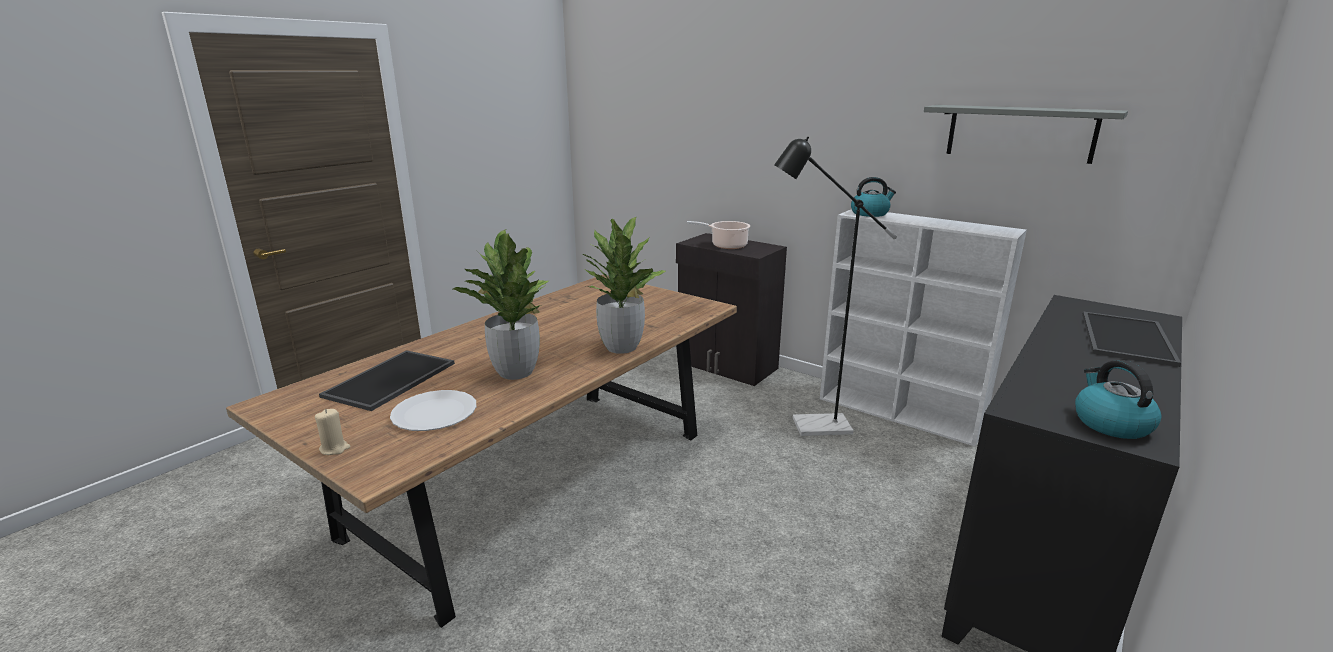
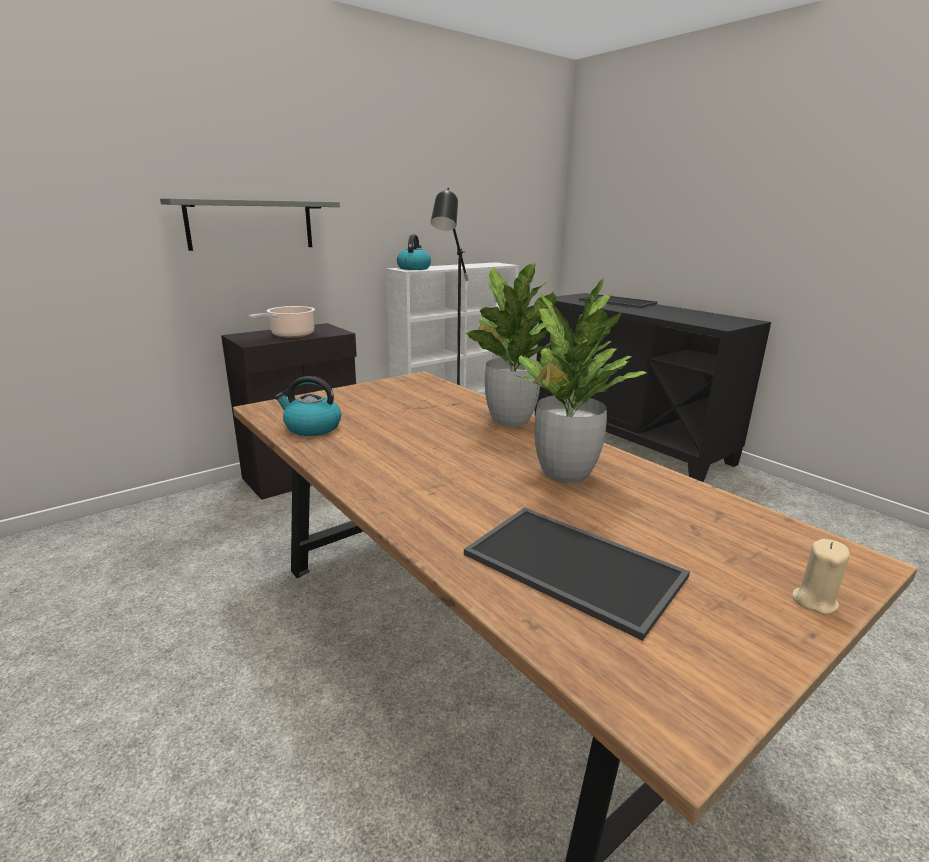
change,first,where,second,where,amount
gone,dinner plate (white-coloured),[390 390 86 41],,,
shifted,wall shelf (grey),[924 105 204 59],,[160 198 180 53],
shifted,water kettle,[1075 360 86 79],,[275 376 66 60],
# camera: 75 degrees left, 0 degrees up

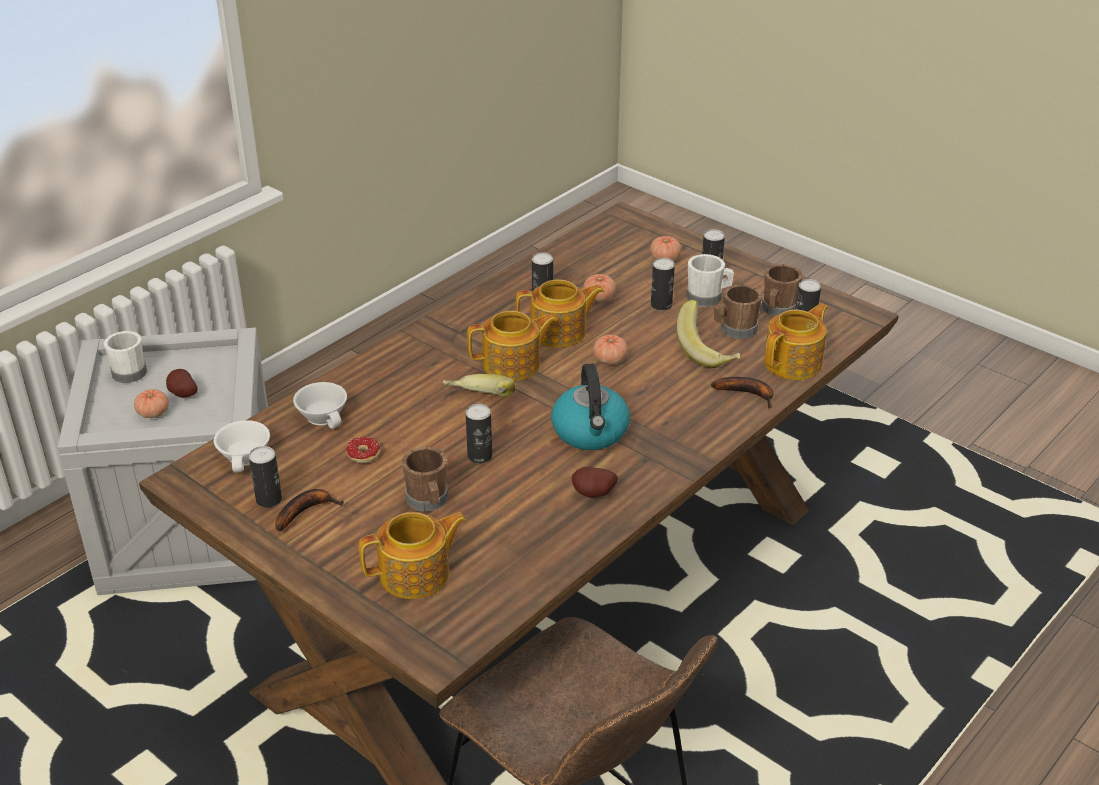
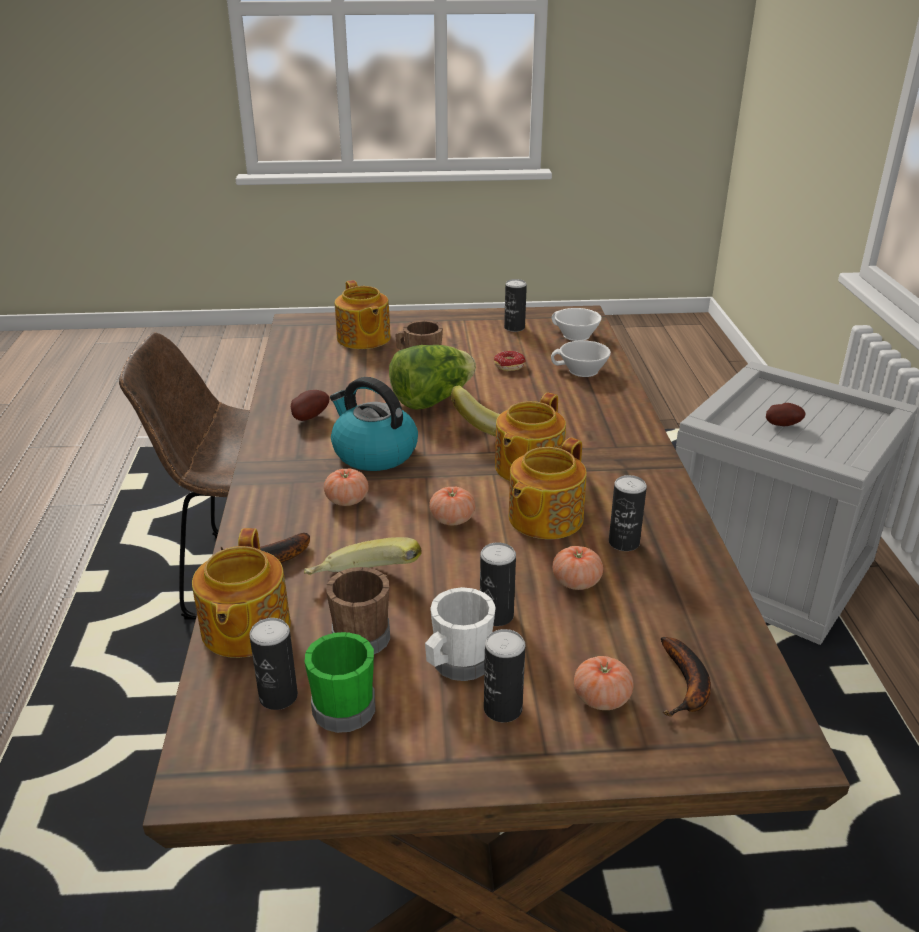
change,first,where,second,where,amount
gone,mug (white-coloured),[104 331 43 52],,,
shifted,tomato,[134 389 35 29],,[324 468 45 38],
shifted,banana fruit,[275 489 69 43],,[661 637 50 80],
rotated,teapot,[359 512 108 87],,[335 280 56 69],45 degrees counterclockwise
swapped,sealed can,[466 404 26 60],head of lettuce,[389 345 87 65],
repainted,mug (brown-coloured),[762 264 41 53],mug (greenish),[305 632 70 101],
# camera: 135 degrees right, 5 degrees down

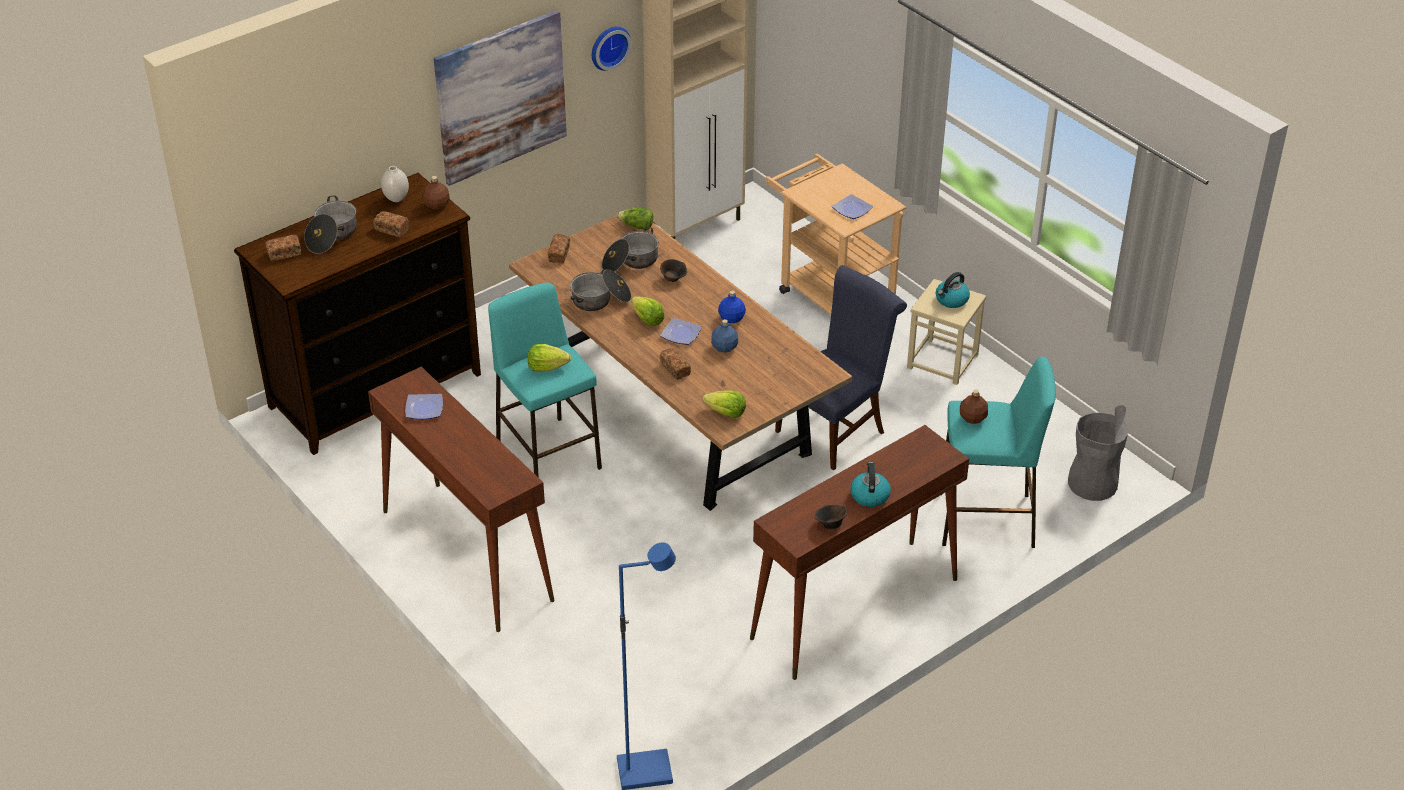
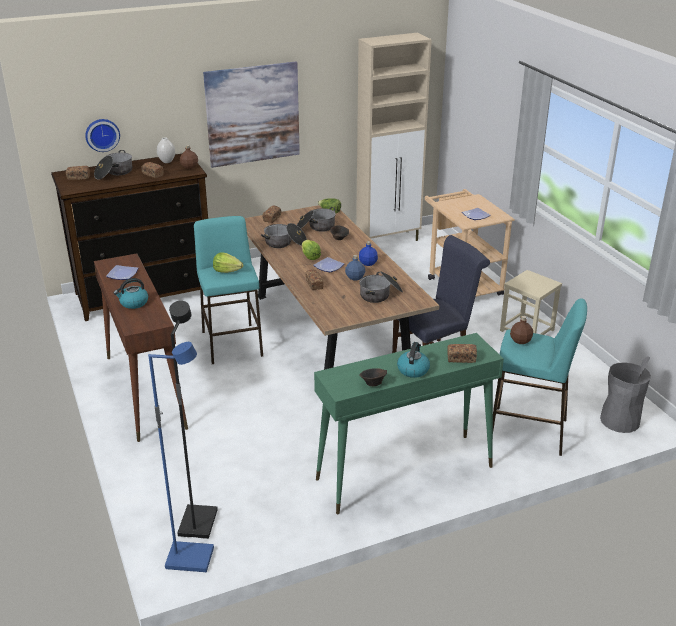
change,first,where,second,where,amount
shifted,wall clock,[592 26 39 45],,[85 119 35 33],
gone,head of lettuce,[702 391 44 27],,,
repainted,narrow table (brown-coloured),[750 425 219 255],narrow table (greenish),[314 333 190 181],
shifted,water kettle,[936 272 34 36],,[114 278 34 31],
new,,,standing lamp (black),[169 301 49 238],
new,,,saucepot,[359 271 44 32],
new,,,bread,[447 344 30 19],
# camera: 15 degrees right, 10 degrees down

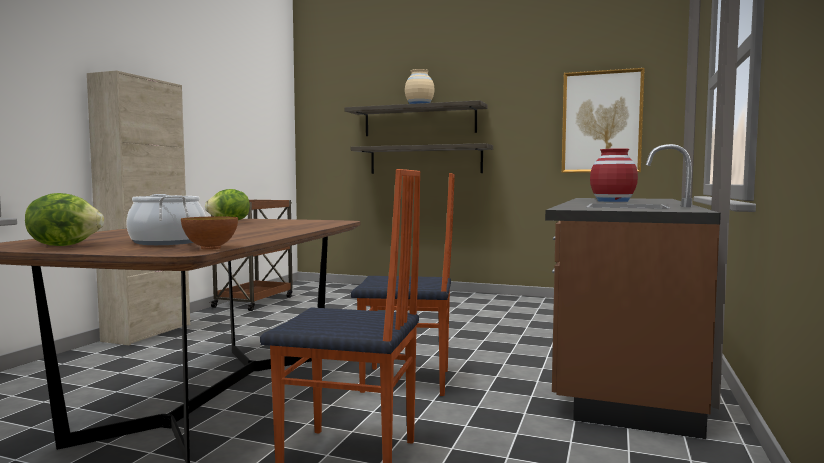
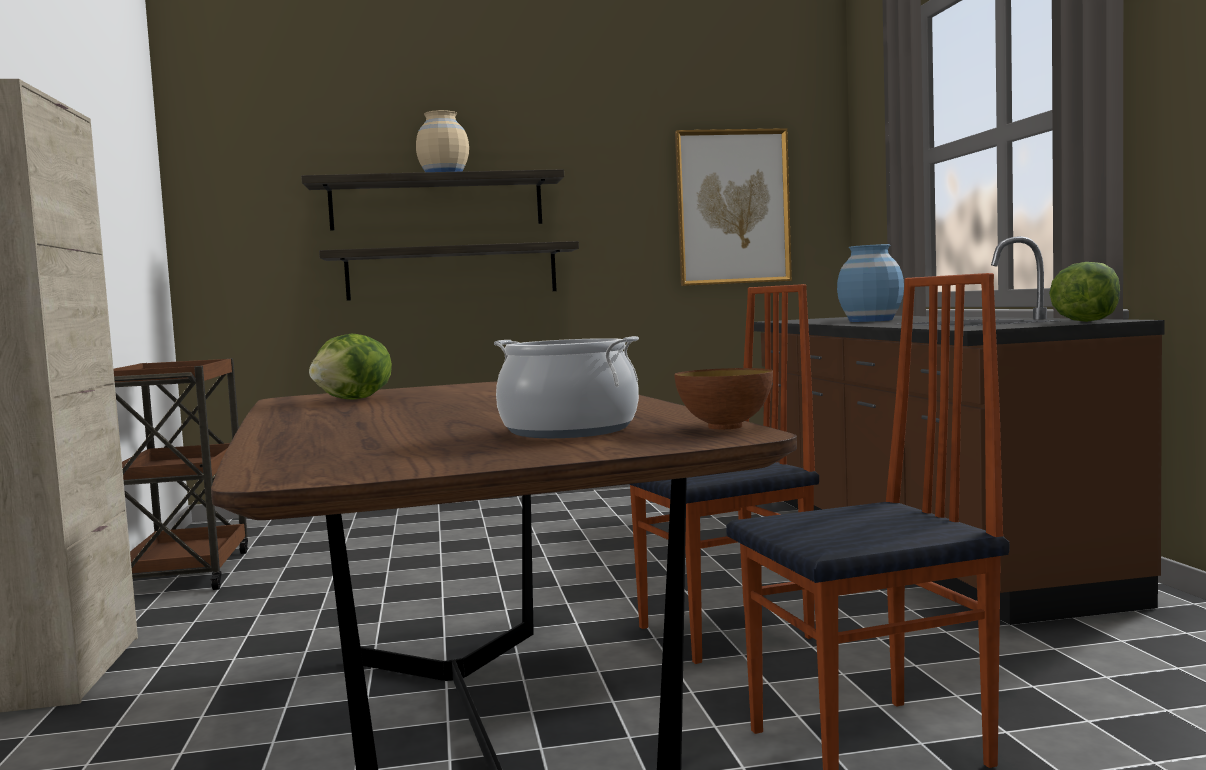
change,first,where,second,where,amount
shifted,head of lettuce,[25 193 79 53],,[1049 262 71 60],
repainted,vase (red),[590 148 48 54],vase (blue),[837 244 67 78],
# camera: 30 degrees left, 0 degrees up

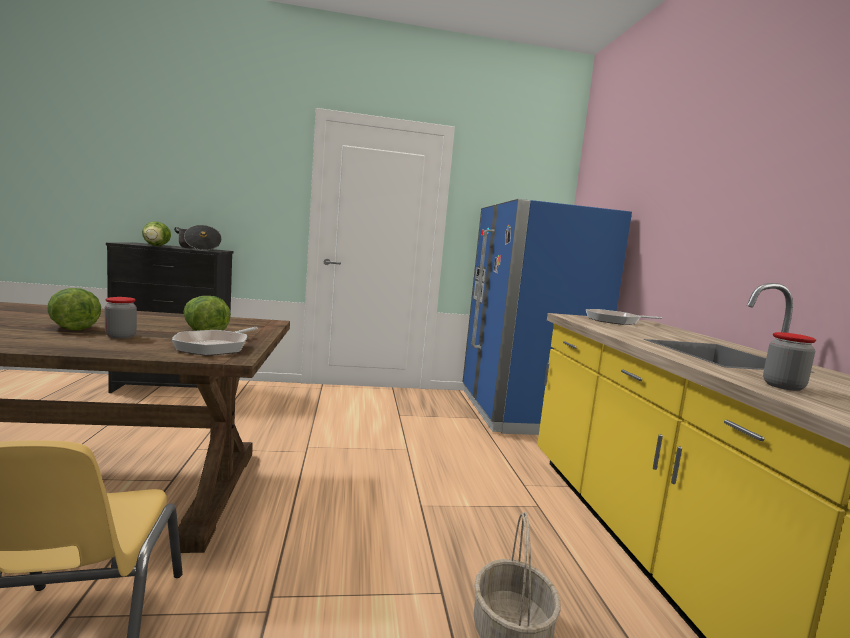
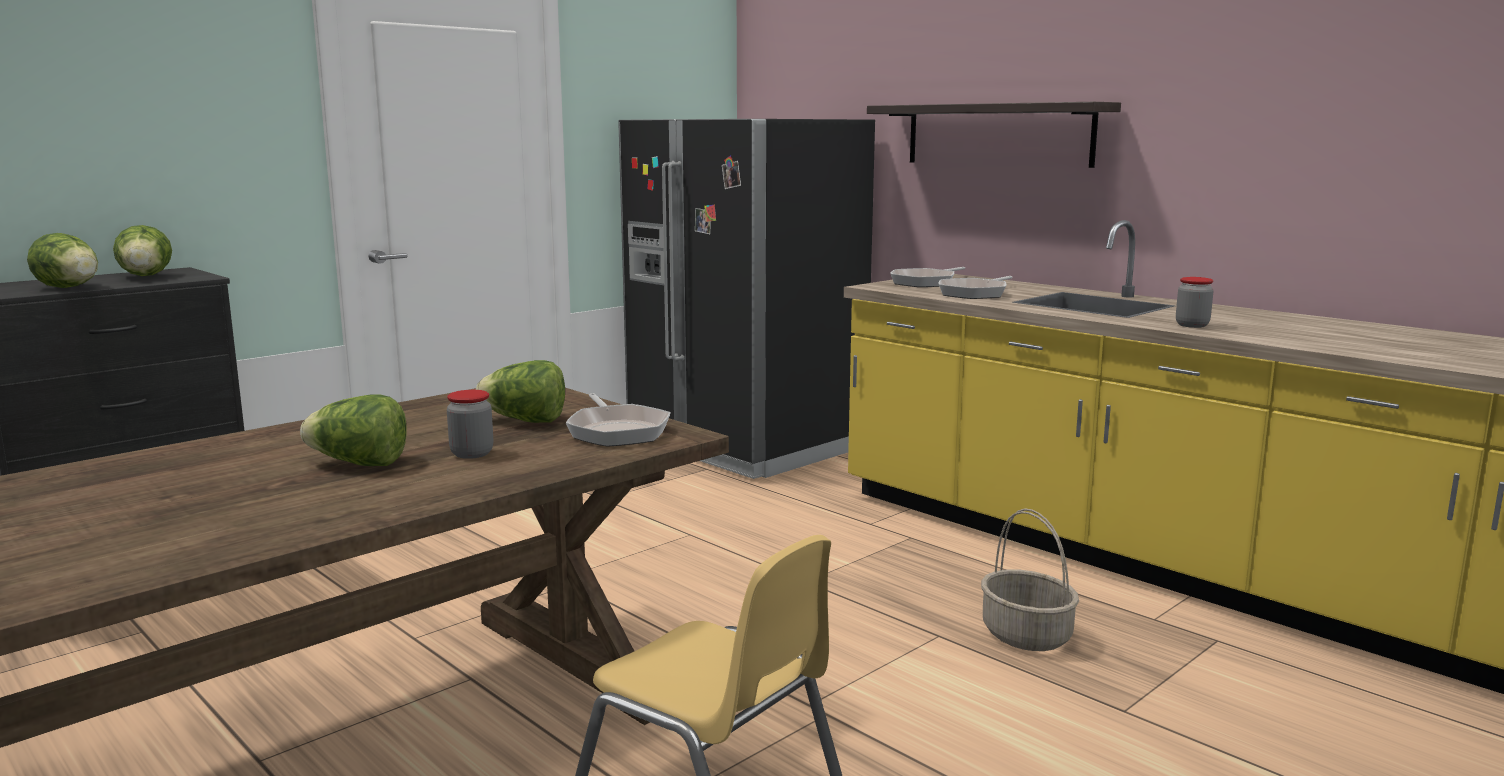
change,first,where,second,where,amount
swapped,saucepot,[174 225 48 25],head of lettuce,[113 225 59 51],
repainted,fridge (blue),[463 199 169 236],fridge (black),[618 119 257 360],
new,,,wall shelf,[867 102 254 66],
new,,,pan,[938 276 74 23],
# camera: 35 degrees left, 5 degrees up

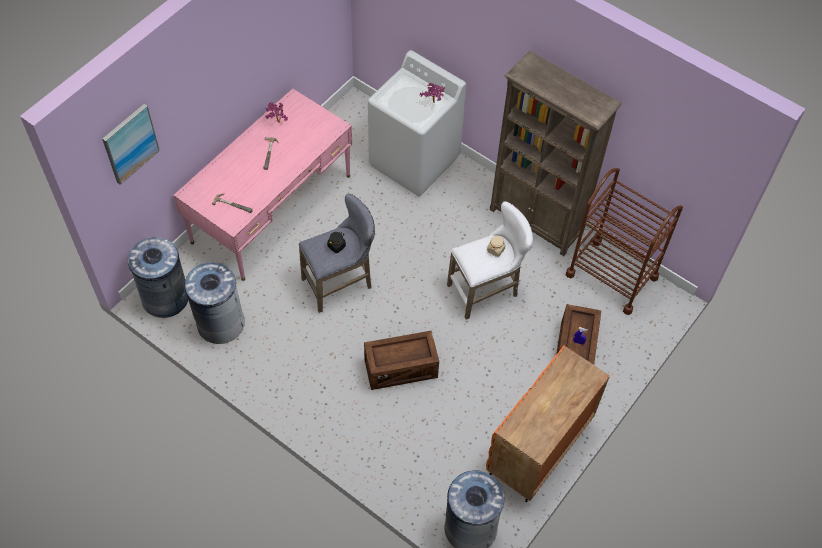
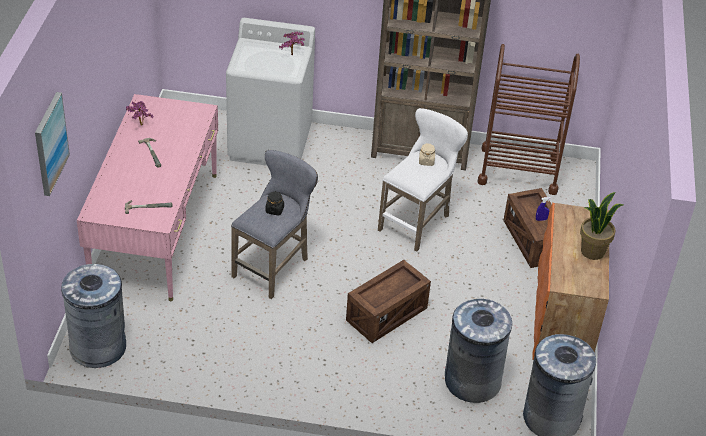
change,first,where,second,where,amount
shifted,rubbish bin (grey),[184 261 61 83],,[445 297 67 106],
new,,,houseplant,[580 192 43 68],
# camera: 30 degrees left, 15 degrees down

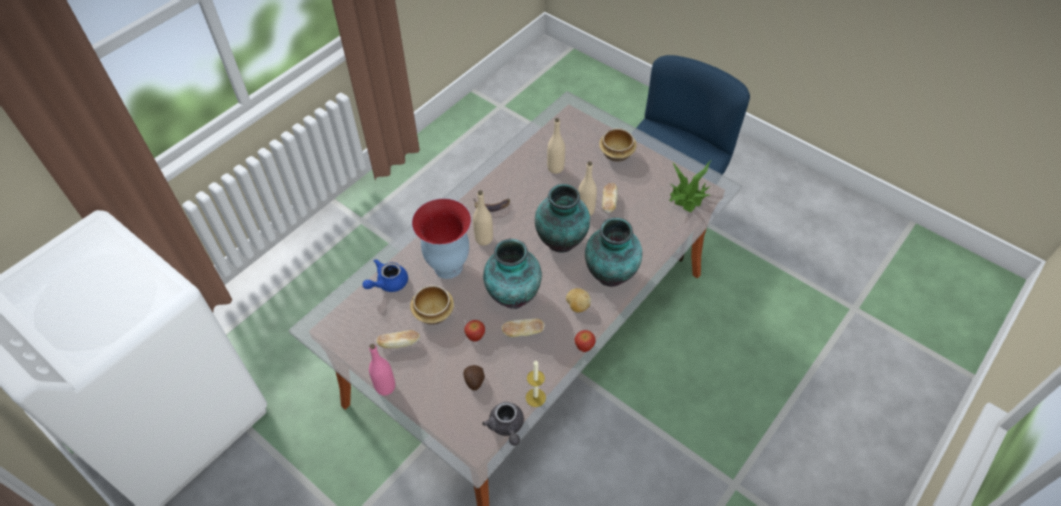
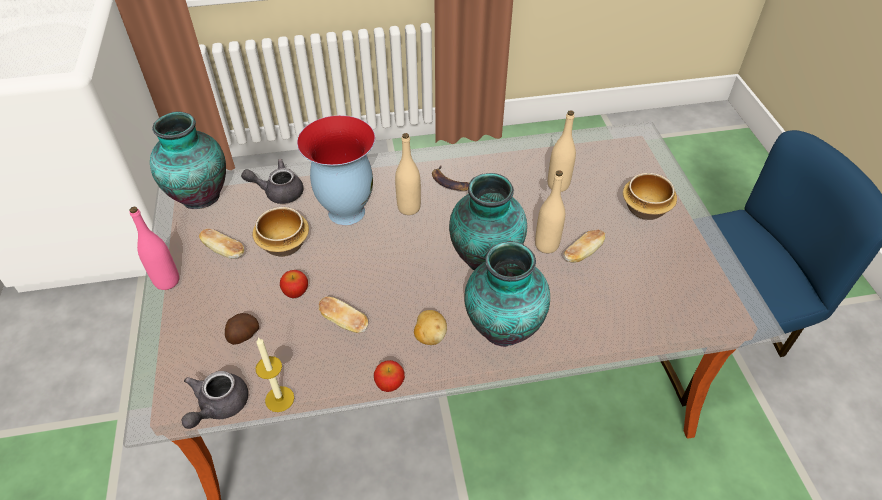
change,first,where,second,where,amount
repainted,teapot (blue),[362 259 46 33],teapot (grey),[241 159 62 45],
shifted,vase,[483 239 59 70],,[150 112 76 97],
gone,houseplant,[670 161 41 51],,,
# camera: 40 degrees right, 5 degrees down

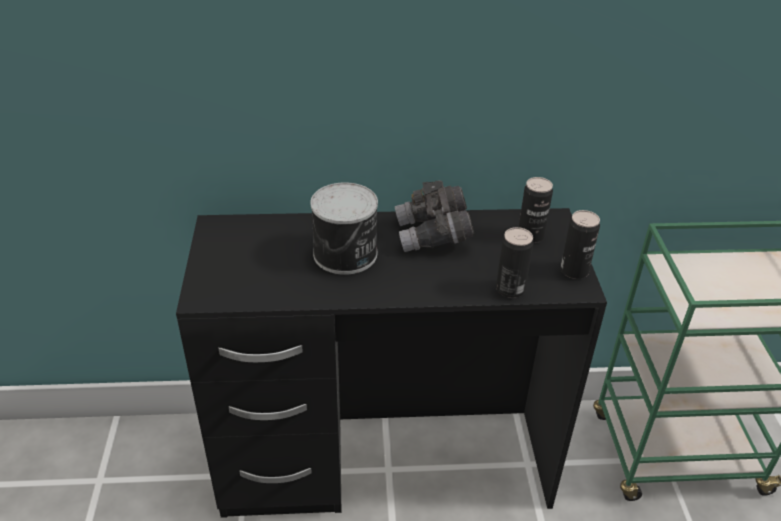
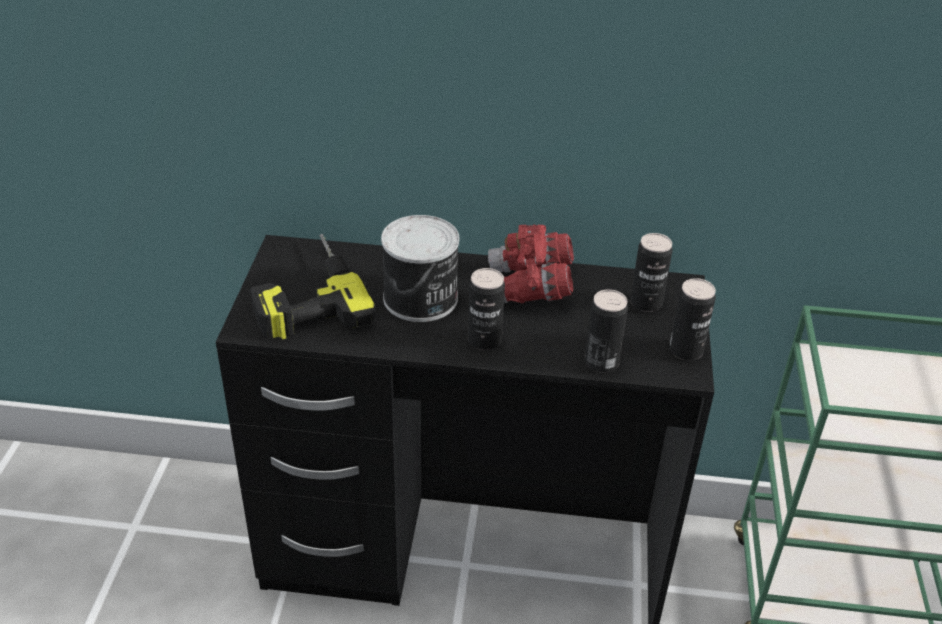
change,first,where,second,where,amount
repainted,pair of binoculars (grey),[395 180 79 72],pair of binoculars (red),[488 224 86 80],
new,,,power drill,[250 233 125 107],
new,,,sealed can,[468 268 37 82],
# camera: 10 degrees right, 0 degrees up

